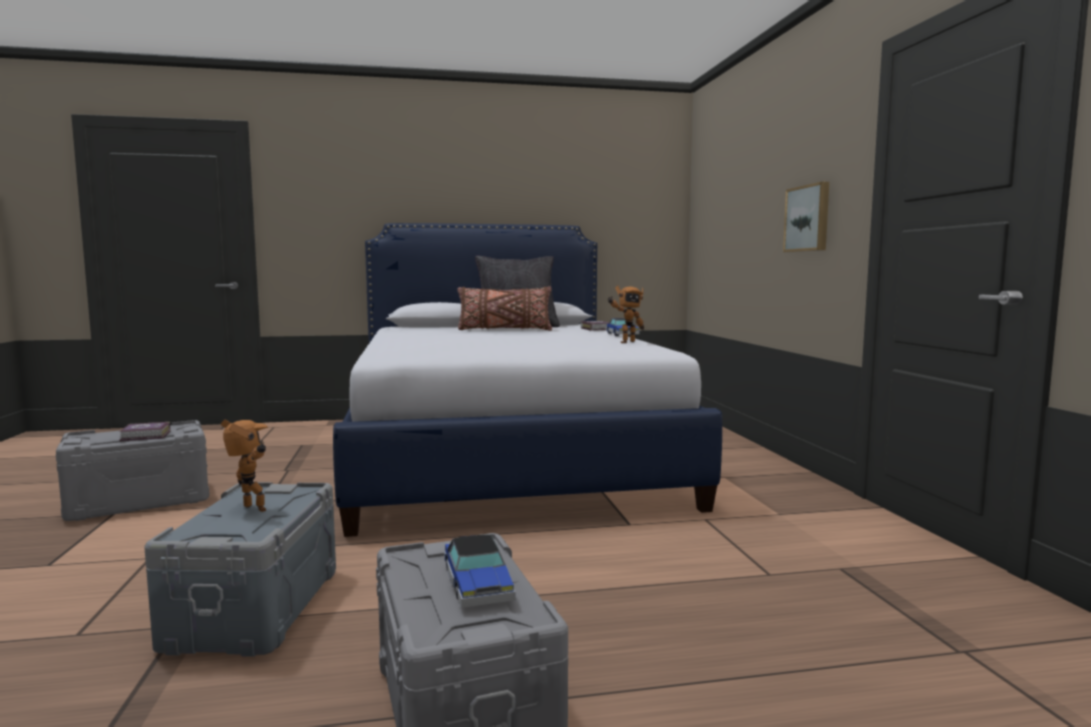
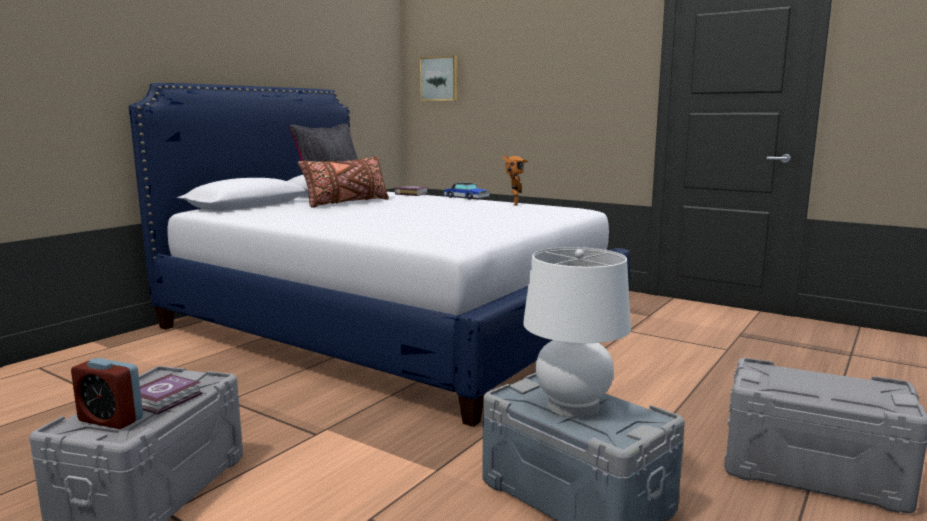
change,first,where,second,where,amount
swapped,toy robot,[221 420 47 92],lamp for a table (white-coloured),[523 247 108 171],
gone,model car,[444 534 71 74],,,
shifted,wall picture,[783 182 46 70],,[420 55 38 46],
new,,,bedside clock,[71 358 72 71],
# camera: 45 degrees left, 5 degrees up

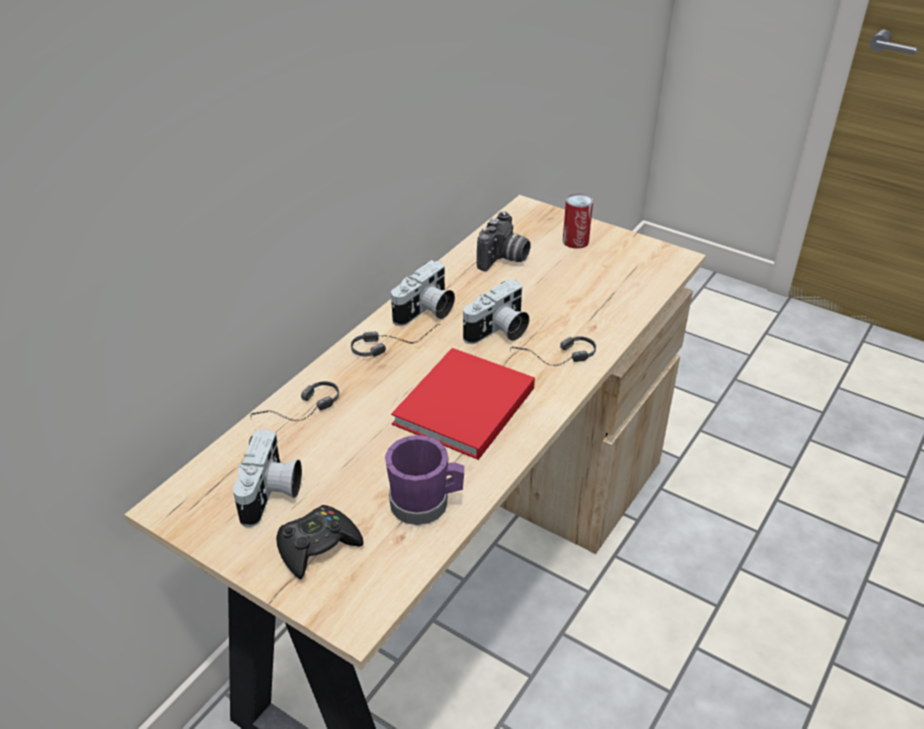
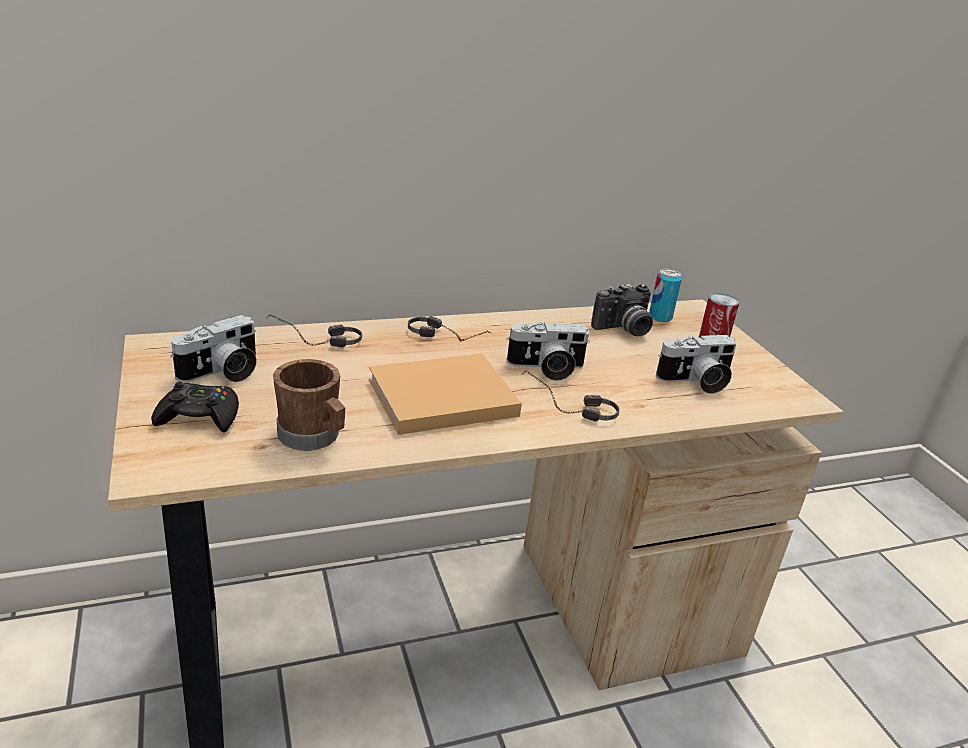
change,first,where,second,where,amount
repainted,mug (purplish),[385 435 79 90],mug (brown-coloured),[273 359 72 92],
shifted,still camera,[391 260 64 66],,[656 335 80 59],
repainted,volume (red),[391 348 144 112],volume (sand-coloured),[369 354 153 81],
new,,,sealed can,[649 269 33 53],
# camera: 35 degrees right, 10 degrees down

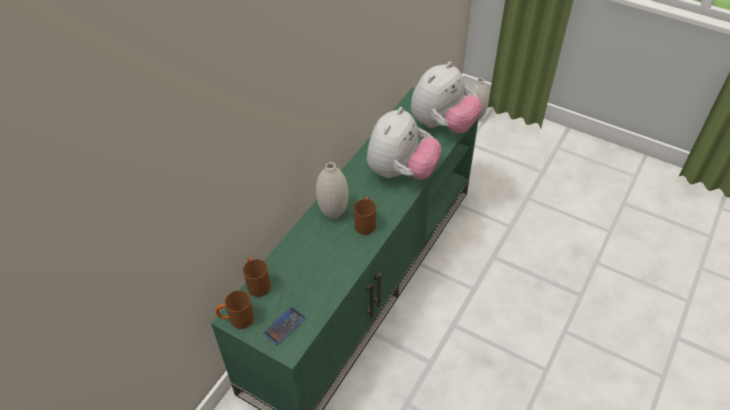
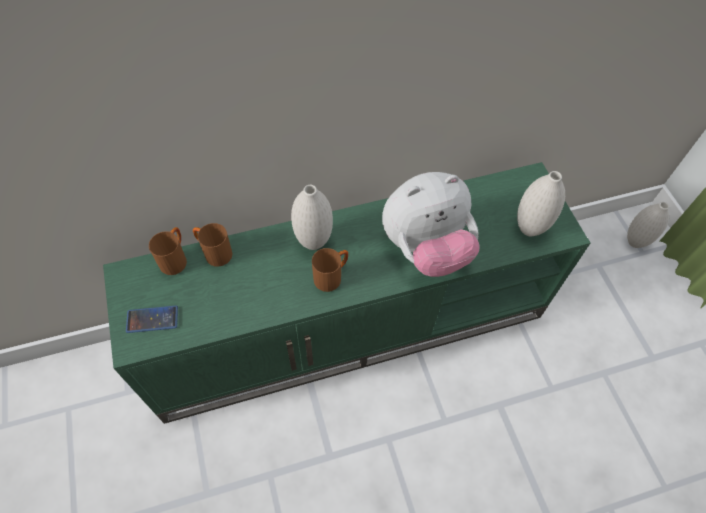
change,first,where,second,where,amount
shifted,mug (brown-coloured),[215 290 39 39],,[193 223 39 43],
swapped,cuddly toy,[411 61 72 72],vase (white-coloured),[517 171 48 65],
# camera: 40 degrees right, 10 degrees up

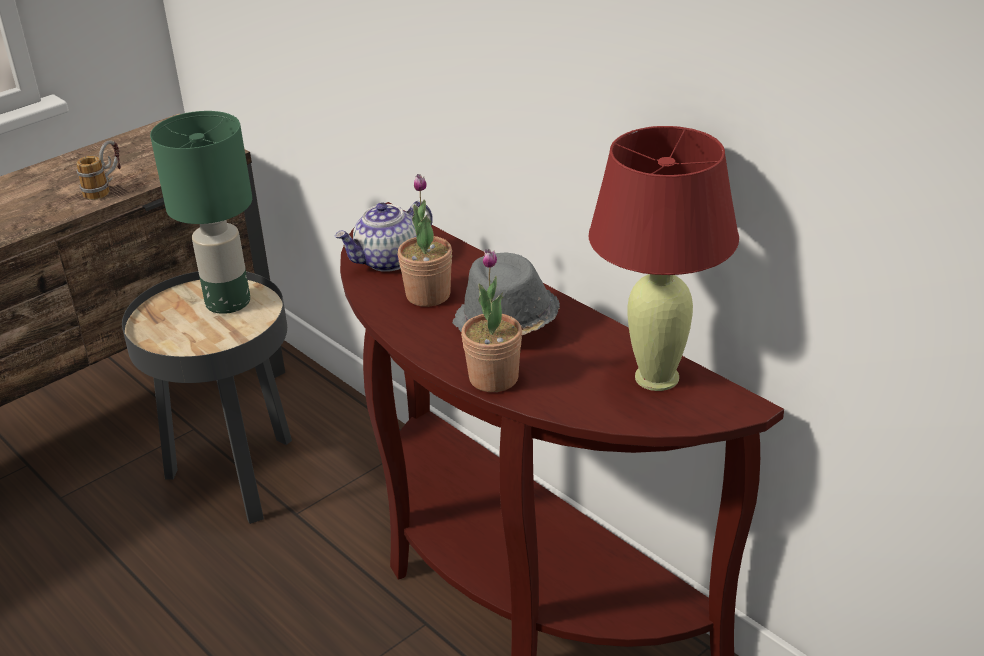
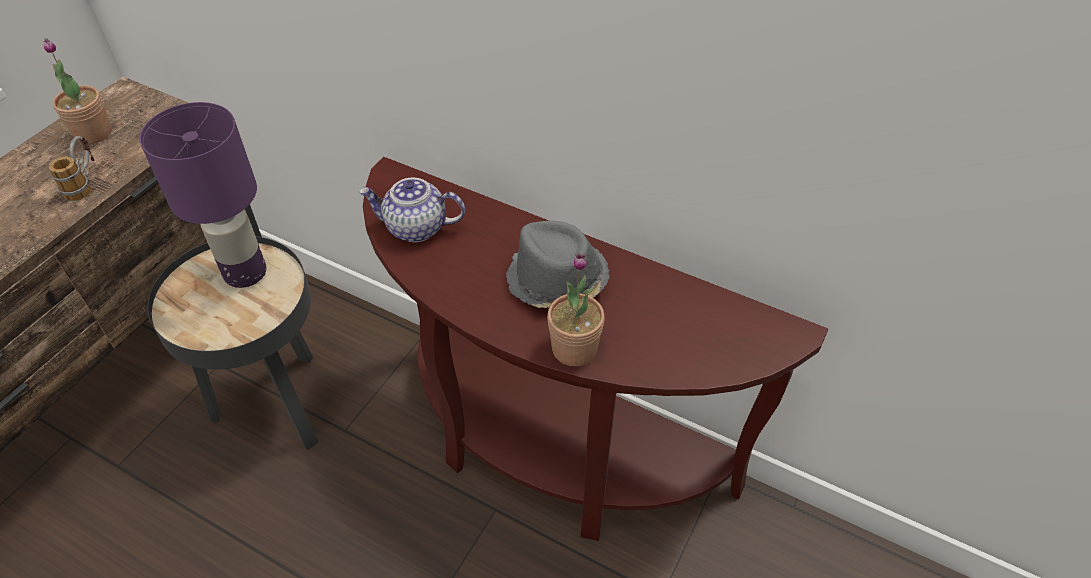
change,first,where,second,where,amount
repainted,lamp for a table (greenish),[150 111 102 203],lamp for a table (purplish),[140 102 127 186],
rotated,teapot,[335 201 98 71],,[359 177 106 65],60 degrees clockwise
shifted,houseplant,[398 174 54 133],,[43 38 69 106],
gone,lamp for a table (red),[589 126 150 265],,,
# camera: 20 degrees left, 15 degrees up

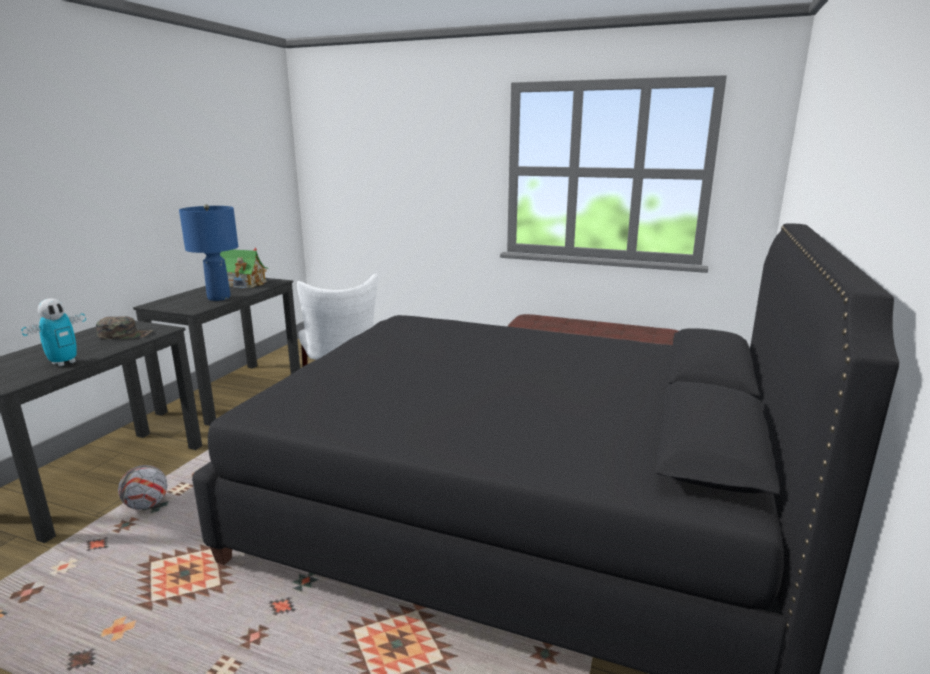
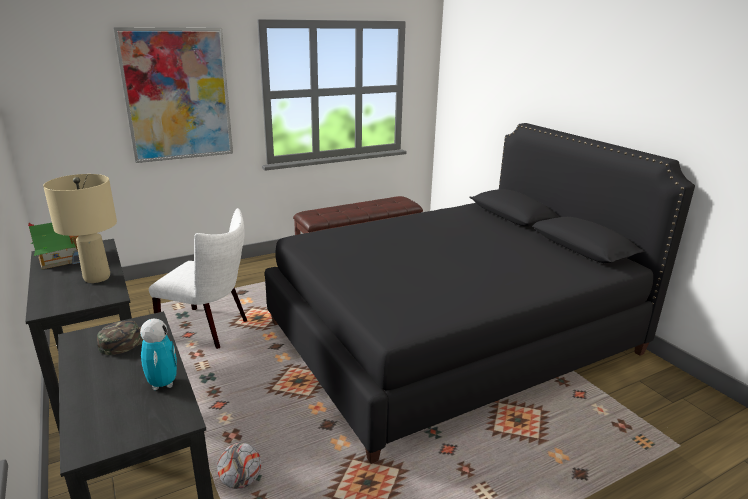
change,first,where,second,where,amount
repainted,lamp for a table (blue),[179 204 59 97],lamp for a table (sand-coloured),[43 174 74 109],
new,,,wall picture,[113 27 120 136],
# camera: 50 degrees left, 5 degrees up

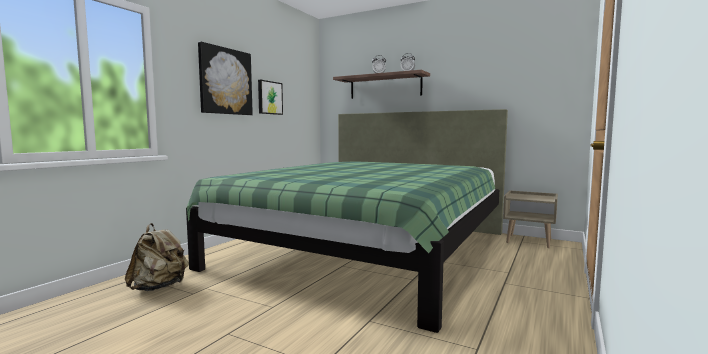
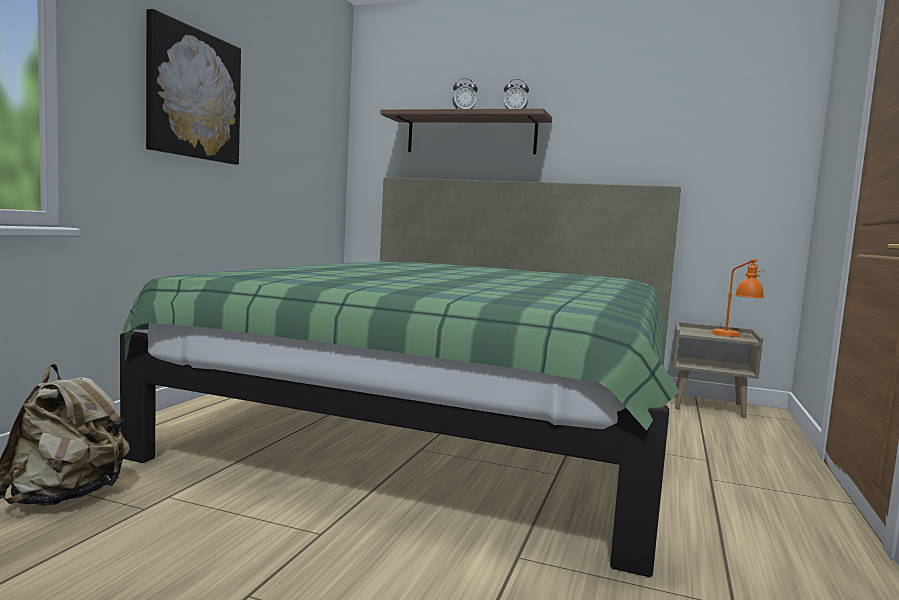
change,first,where,second,where,amount
gone,wall picture,[258 80 25 35],,,
new,,,lamp for a table (orange-coloured),[712 259 53 78],
# camera: 10 degrees left, 0 degrees up

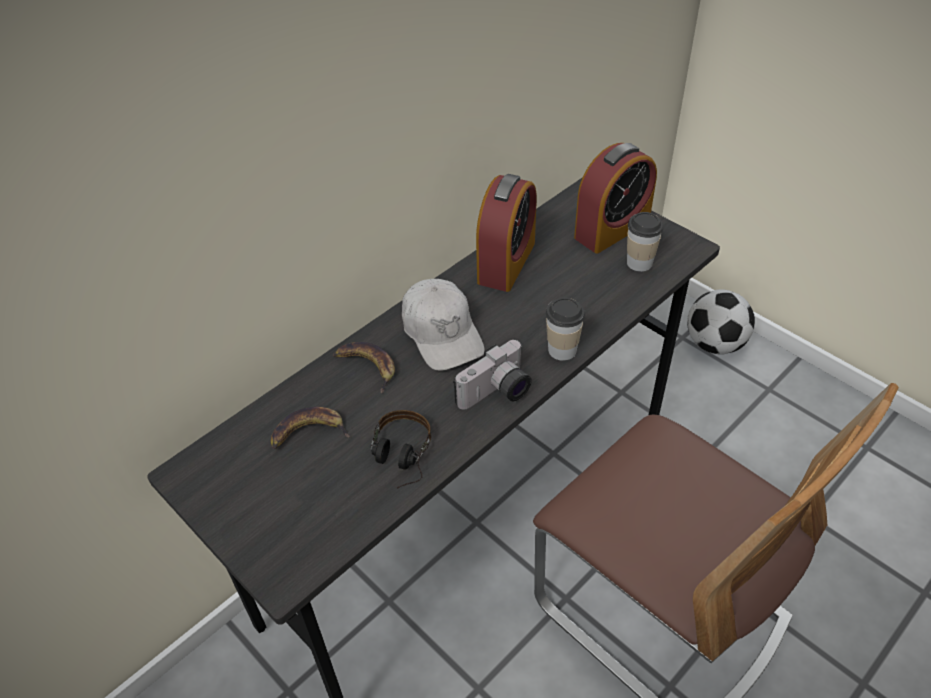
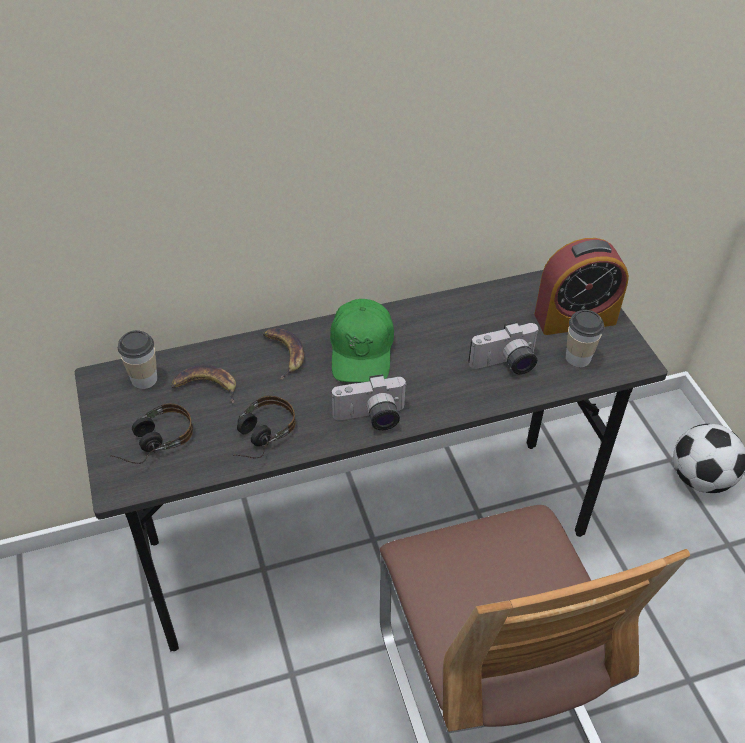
change,first,where,second,where,amount
repainted,baseball cap (white-coloured),[402 279 83 92],baseball cap (greenish),[330 299 64 83],
gone,bedside clock,[476 174 61 118],,,
shifted,drinking cup,[546 298 39 63],,[118 330 39 59],
new,,,headset,[110 403 83 61],
new,,,still camera,[468 322 72 52],
# camera: 25 degrees right, 0 degrees up

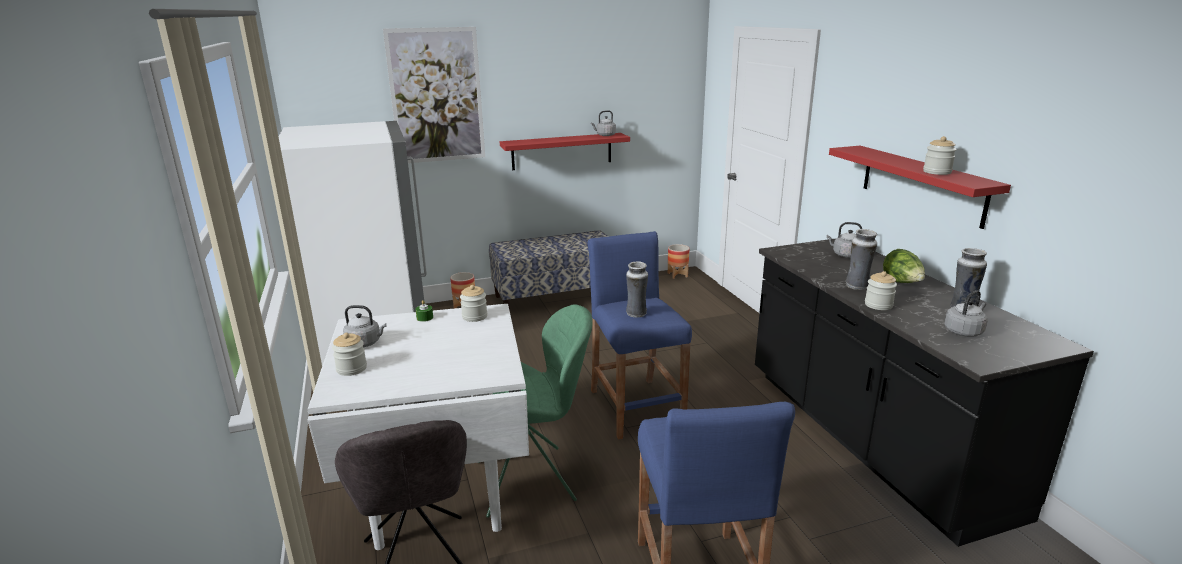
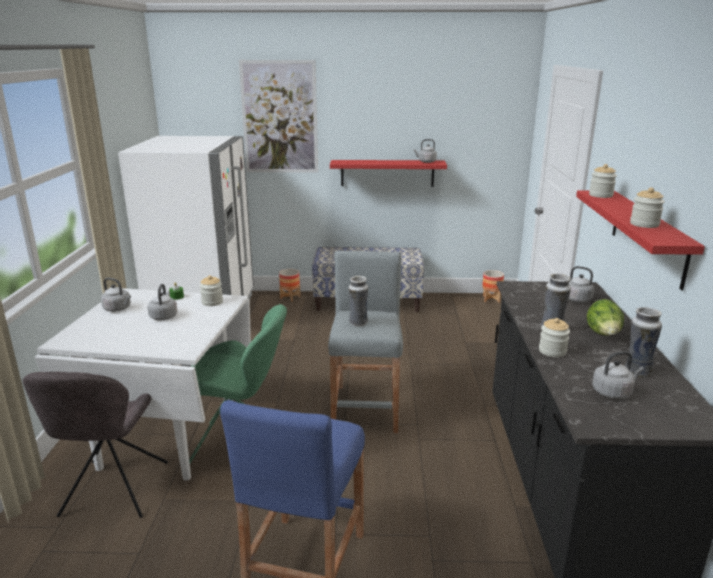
change,first,where,second,where,amount
shifted,jar,[332 333 35 43],,[589 164 28 34],
repainted,sitting stool (blue),[588 231 104 209],sitting stool (grey),[328 251 75 182],
new,,,water kettle (grey),[147 284 30 36],
# camera: 20 degrees right, 0 degrees up

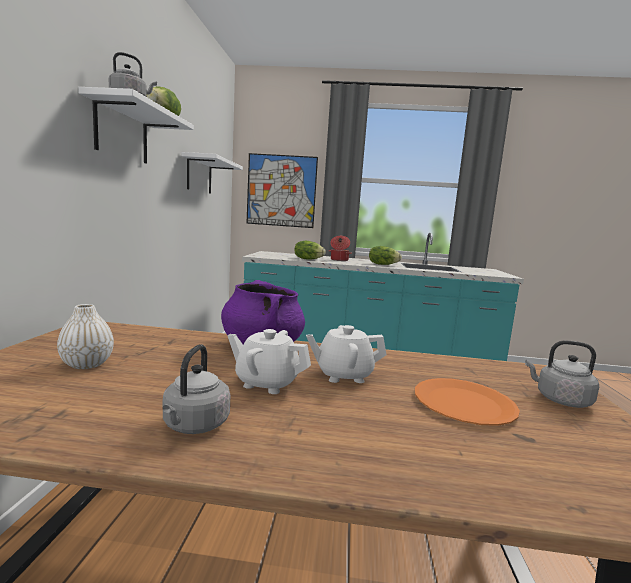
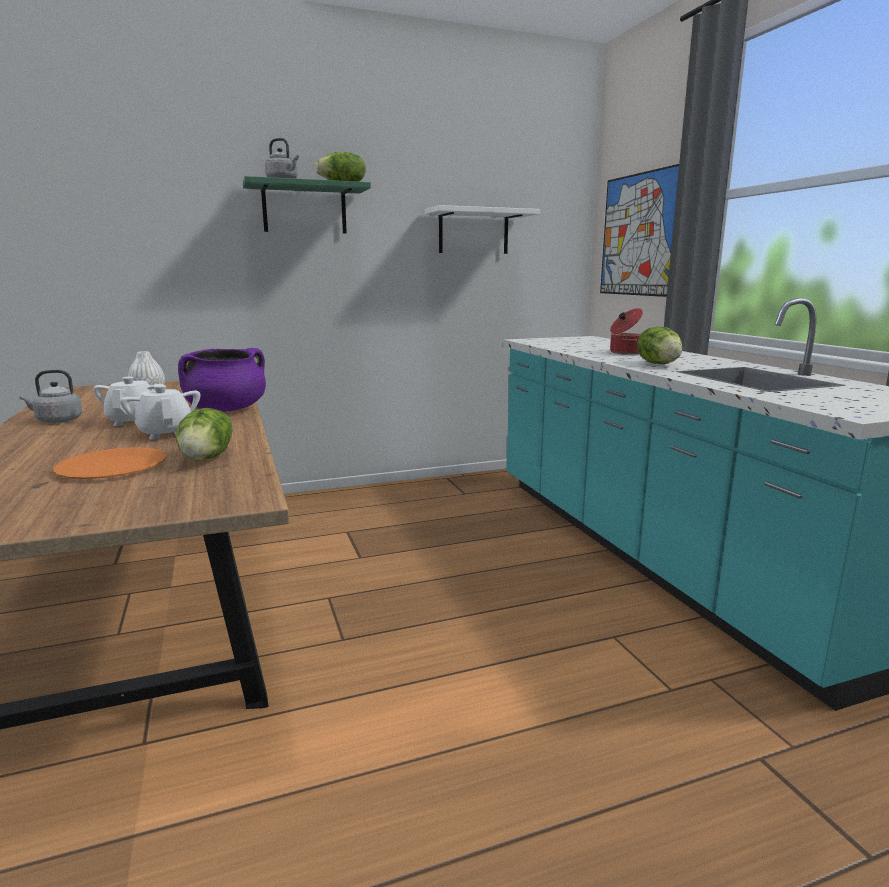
change,first,where,second,where,amount
repainted,wall shelf (white-coloured),[78 87 116 77],wall shelf (greenish),[243 176 128 57],
shifted,head of lettuce,[294 241 32 18],,[176 408 57 53],
gone,water kettle (grey),[525 340 74 68],,,
# camera: 65 degrees right, 5 degrees up

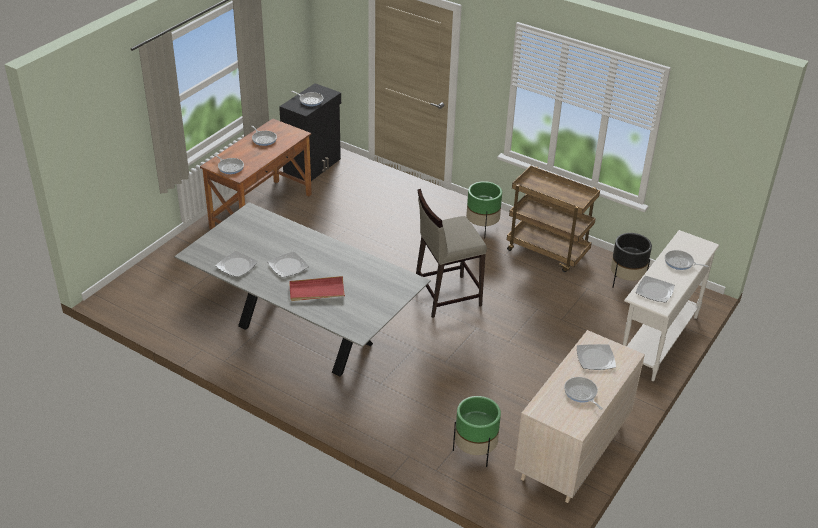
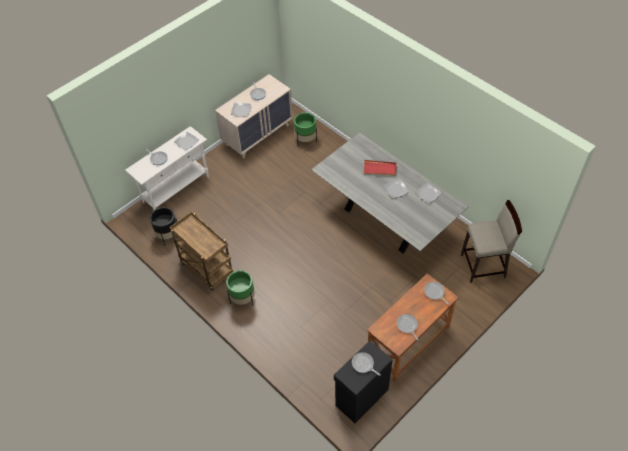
change,first,where,second,where,amount
shifted,sitting stool (sand-coloured),[416 189 71 129],,[461 200 61 83],
# camera: 165 degrees left, 15 degrees up

